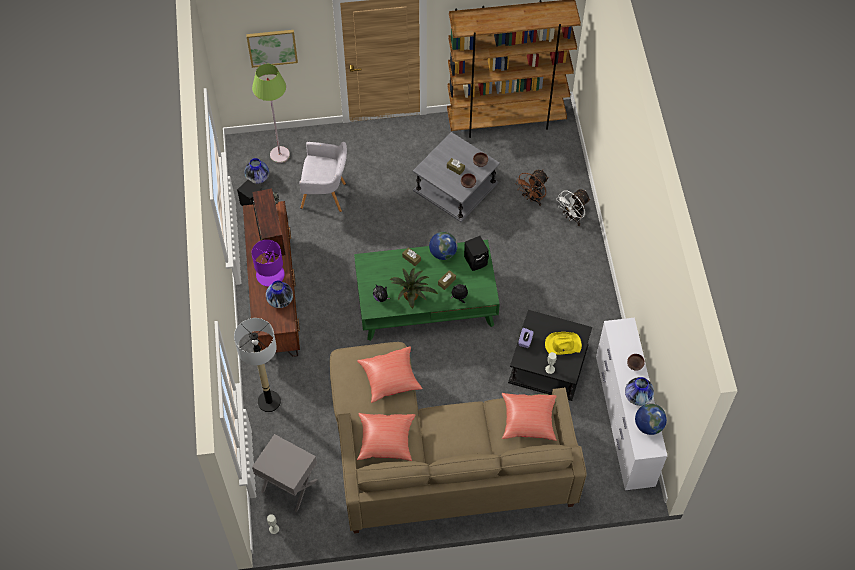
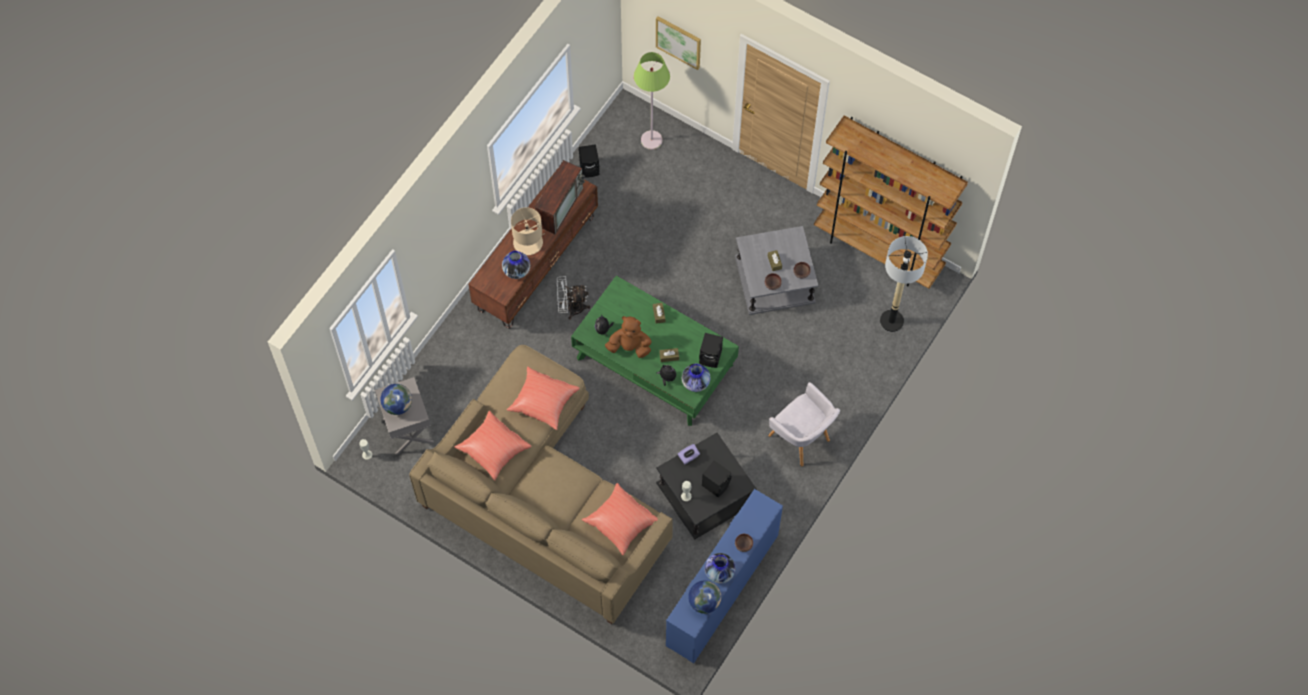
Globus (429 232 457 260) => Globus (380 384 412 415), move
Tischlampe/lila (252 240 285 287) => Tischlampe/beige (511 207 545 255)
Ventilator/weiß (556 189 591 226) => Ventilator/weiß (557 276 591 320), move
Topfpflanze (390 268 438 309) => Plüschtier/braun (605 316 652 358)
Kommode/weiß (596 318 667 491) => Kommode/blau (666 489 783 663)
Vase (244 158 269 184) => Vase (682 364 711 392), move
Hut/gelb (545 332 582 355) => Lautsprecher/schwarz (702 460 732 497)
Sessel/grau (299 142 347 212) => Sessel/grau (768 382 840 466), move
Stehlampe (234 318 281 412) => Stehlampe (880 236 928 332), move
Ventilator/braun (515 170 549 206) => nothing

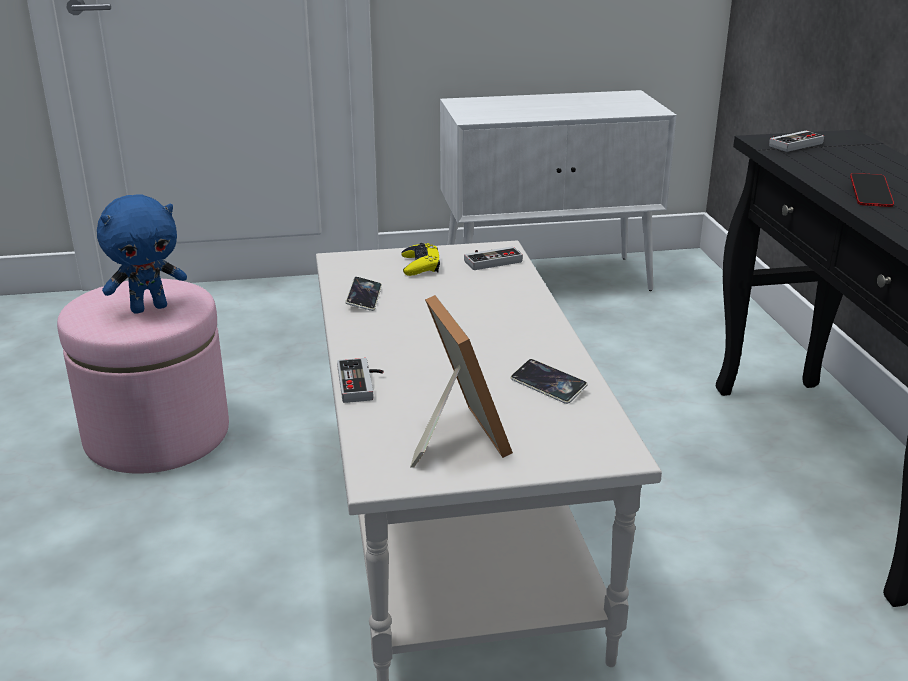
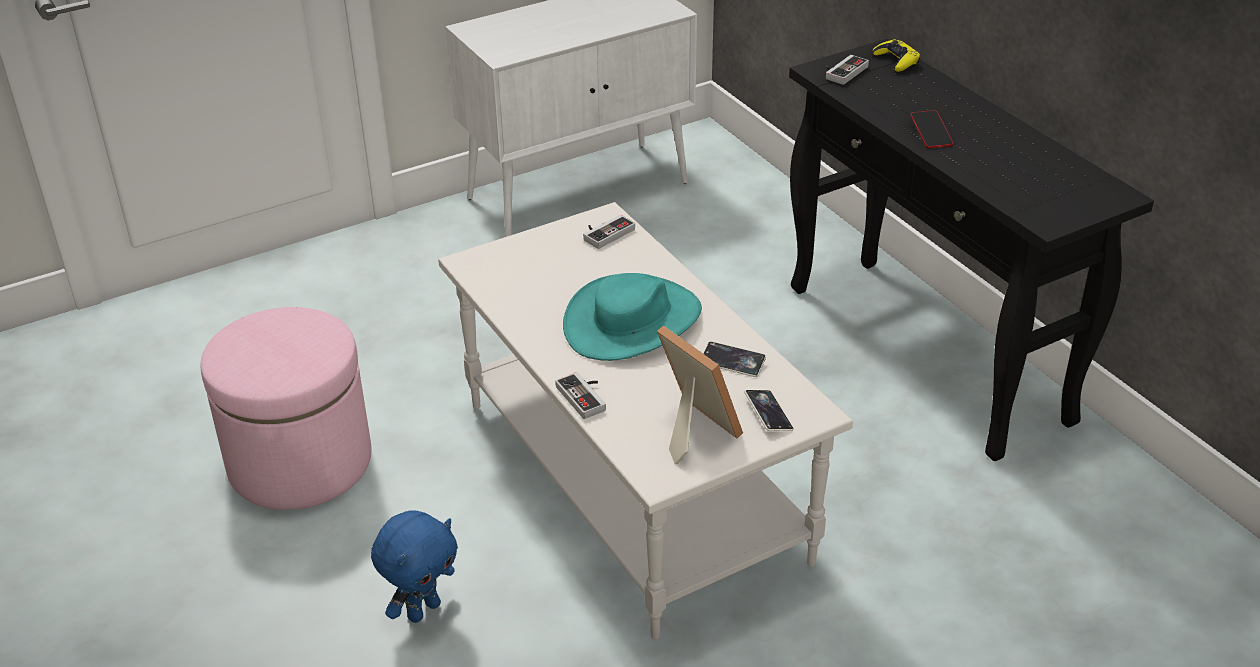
Plüschtier/blau (97 194 187 314) => Plüschtier/blau (371 510 458 623), move
nothing => Hut/türkis (563 273 702 361)
Handy (345 277 382 311) => Handy (745 390 794 431), move
Gamepad/gelb (401 243 440 276) => Gamepad/gelb (872 39 920 72), move

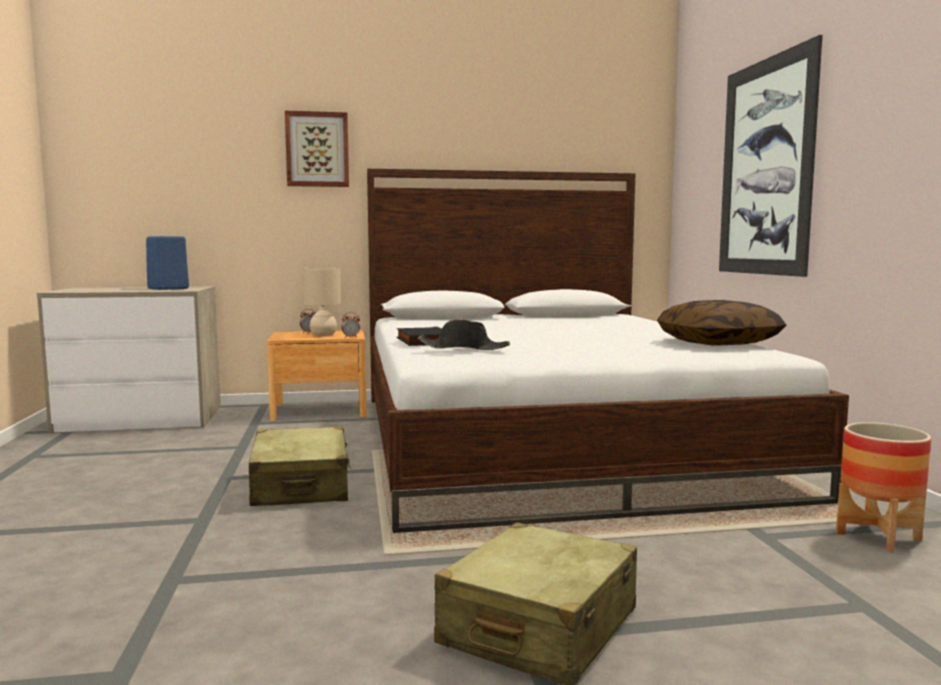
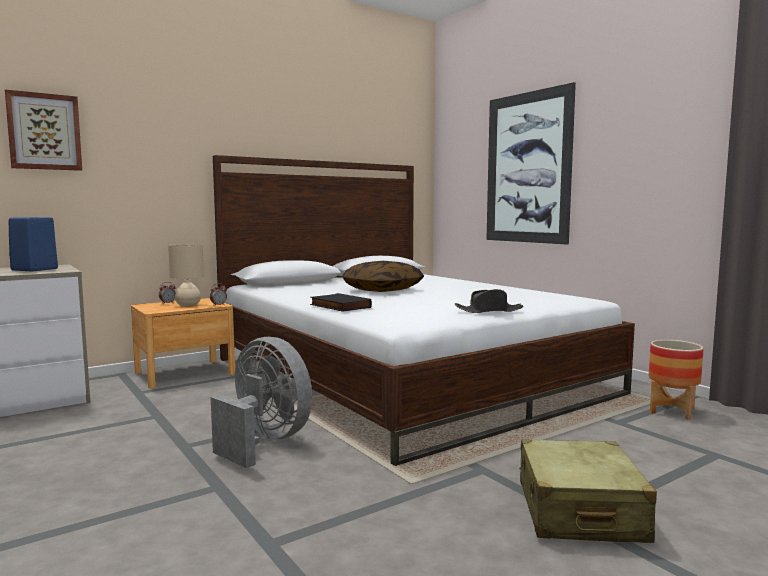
Bild (285 111 349 187) => Bild (5 89 82 171), move
Koffer/beige (249 426 351 506) => Ventilator/grau (211 337 312 468)
Kissen (657 300 786 346) => Kissen (342 261 424 292), move
Hut/schwarz (418 319 510 350) => Hut/schwarz (455 289 524 313), move

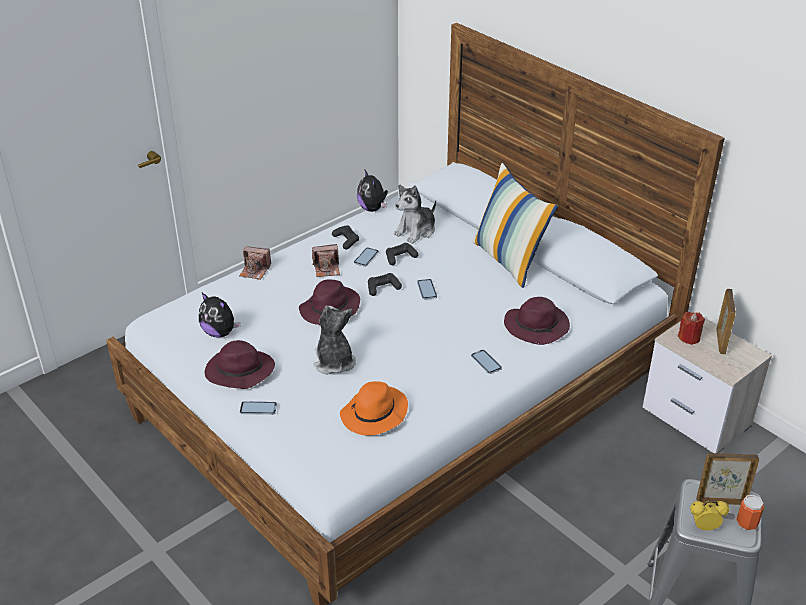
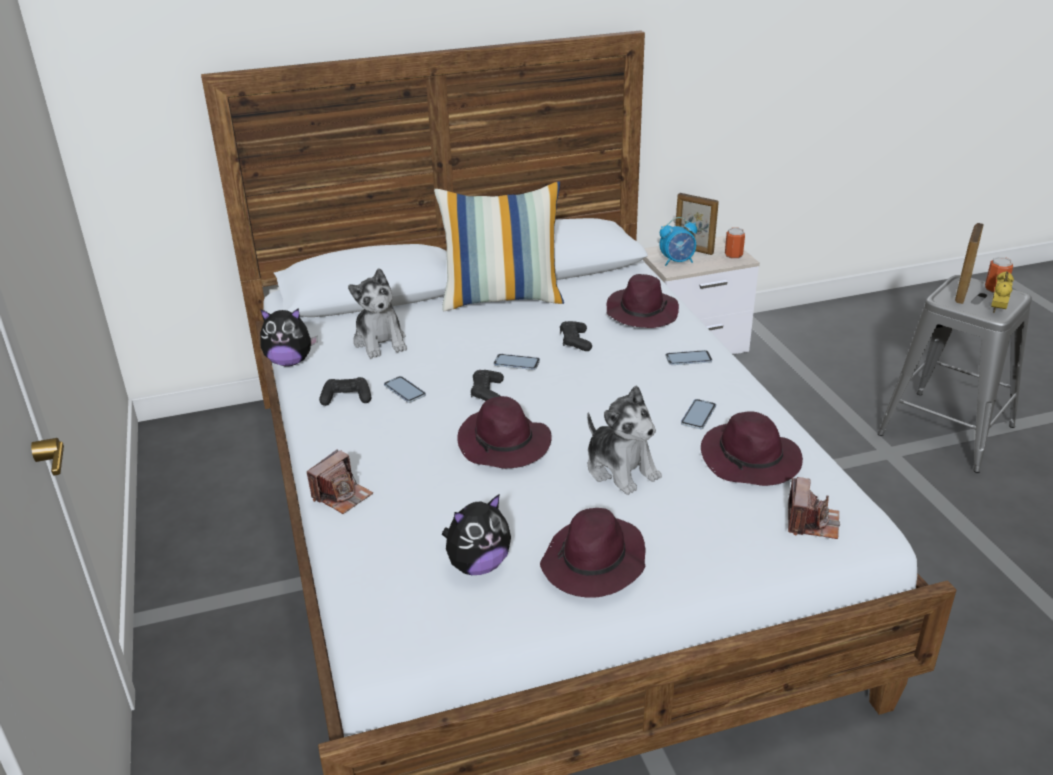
Gamepad/schwarz (386 243 419 265) => Gamepad/schwarz (560 321 592 351), move
Plüschtier (314 306 356 375) => Plüschtier (587 385 662 495), 135 degrees counterclockwise
Kerze/rot (678 312 705 345) => Wecker (659 217 697 266)
Handy (240 401 277 415) => Handy (681 399 716 429), move
Hut/orange (340 381 408 436) => Hut/lila (701 411 803 486)
nothing => Dose (725 227 745 259)
Kamera (312 244 340 277) => Kamera (788 477 840 539), move

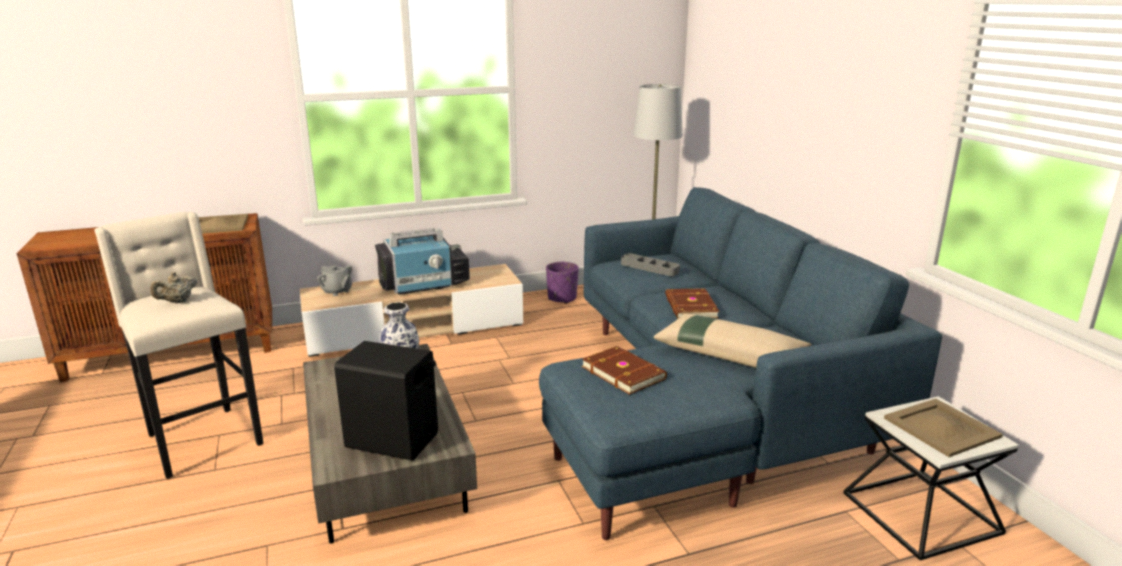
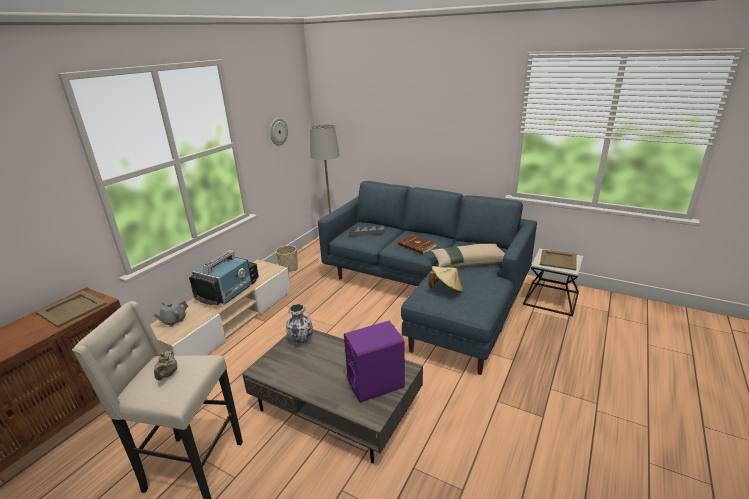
Teekanne/grau (317 265 352 296) => Teekanne/grau (153 300 188 327), 135 degrees clockwise
nothing => Wanduhr (270 118 288 146)
Pflanzkübel/lila (546 262 579 304) => Pflanzkübel/beige (276 245 298 272)
Lautsprecher/schwarz (334 341 438 461) => Lautsprecher/lila (344 321 405 403)
Buch/braun (582 346 667 395) => Hut/beige (429 266 463 293)

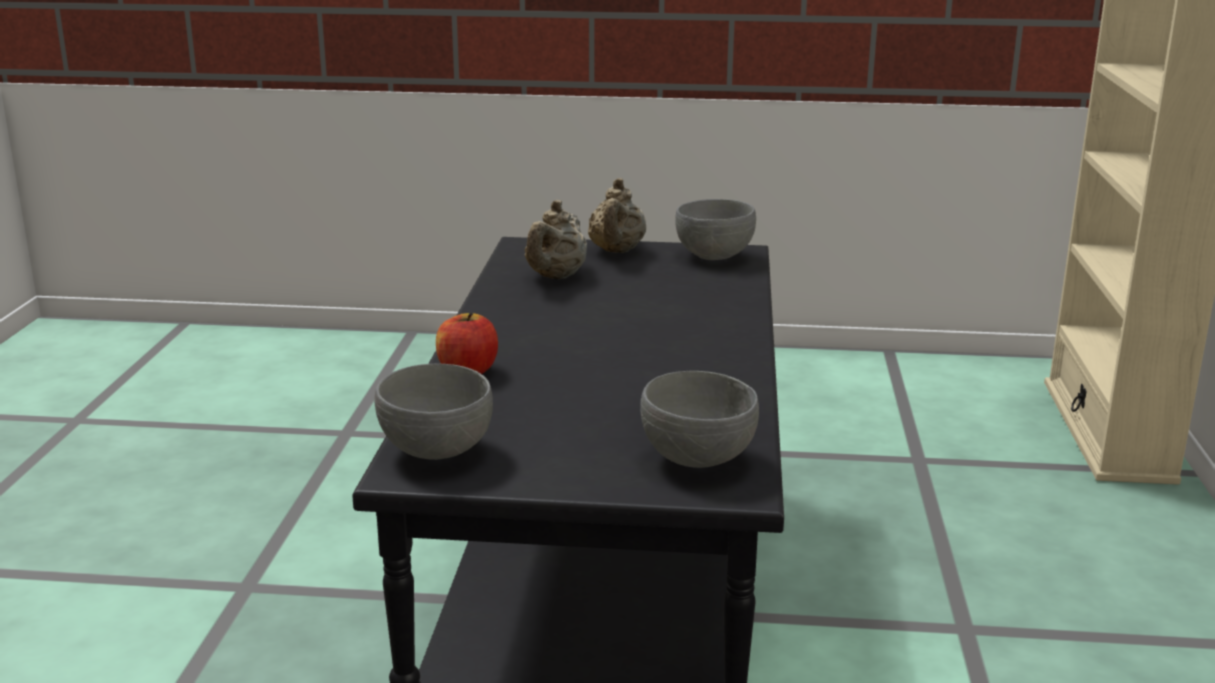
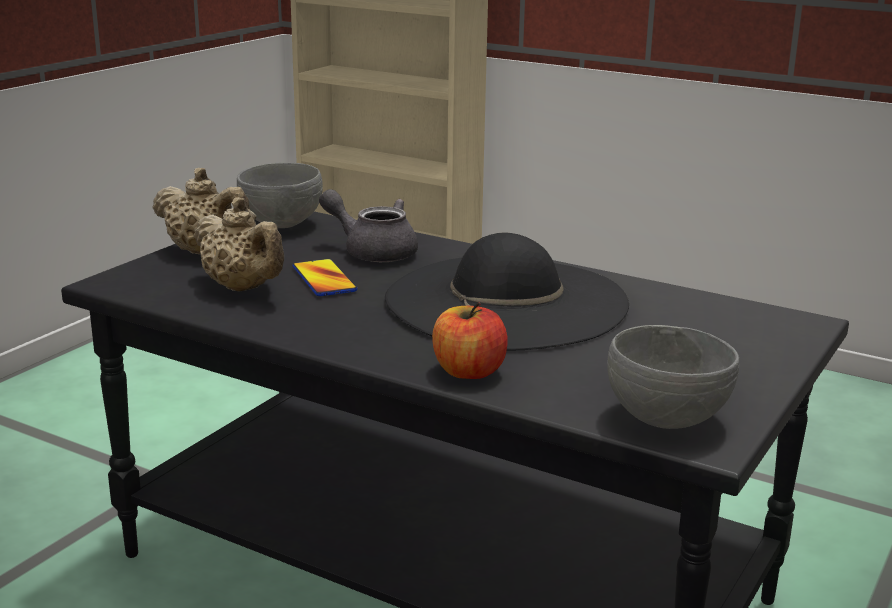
nothing => Handy (293 259 357 296)
nothing => Teekanne/grau (319 189 418 262)
nothing => Hut/schwarz (385 233 629 350)
Schüssel/grau (640 371 759 468) => nothing

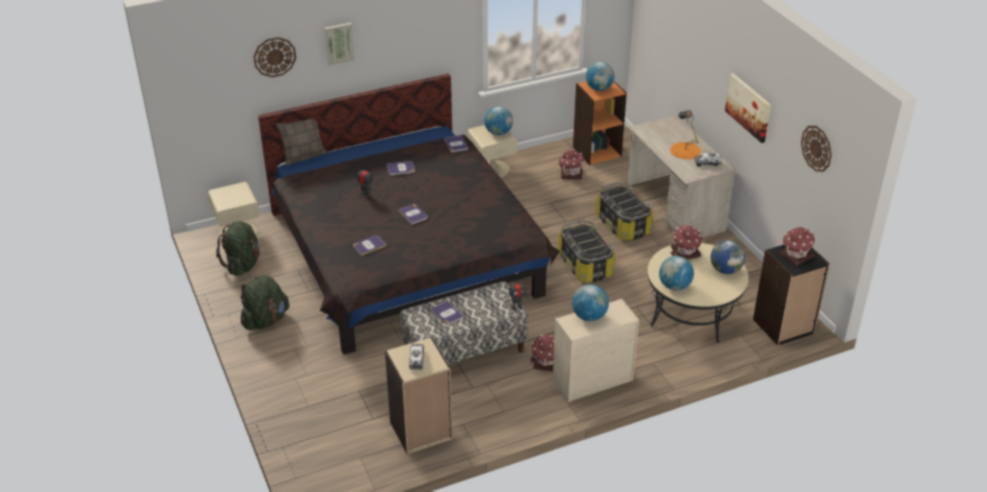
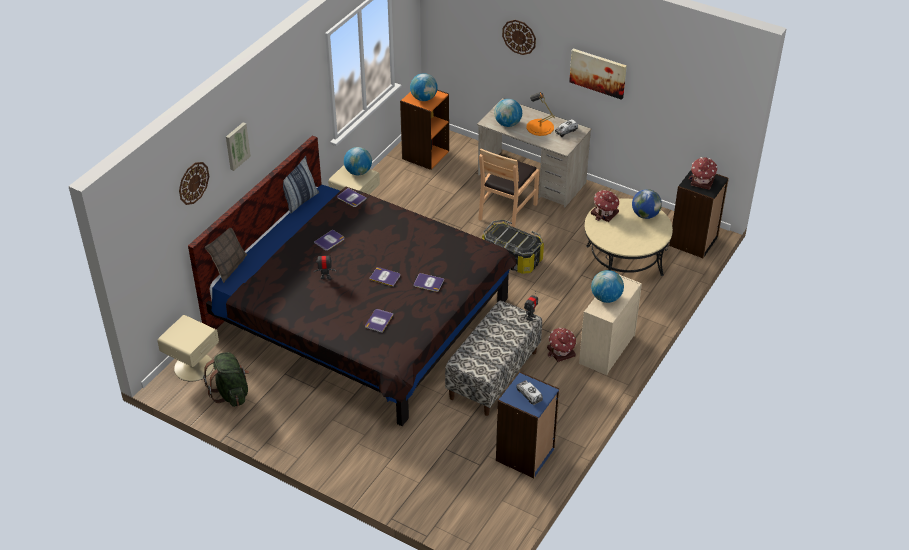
nothing => Kissen (283 156 319 214)
Buch (431 301 464 325) => Buch (414 273 444 292), move
Aufbewahrungsbox (596 182 654 241) => Stuhl/braun (478 148 539 227)
Globus (659 256 694 290) => Globus (494 99 522 127), move
Bücherregal/beige (385 337 453 454) => Bücherregal/blau (496 372 560 478)
Wanduhr (801 126 832 172) => Wanduhr (502 20 536 55), move
Rucksack/grün (240 275 289 331) => nothing
Spielzeughaus (558 149 585 180) => nothing

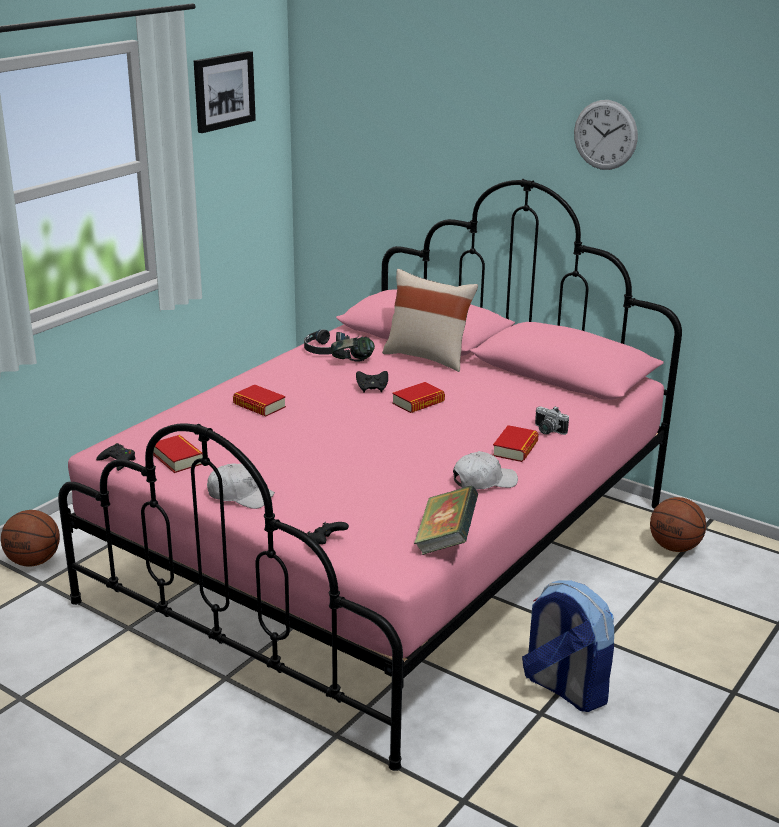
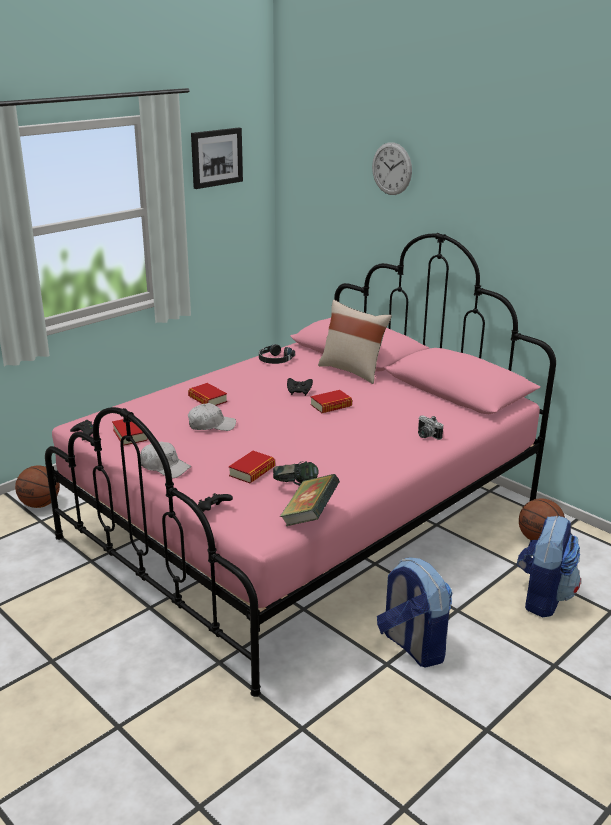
Kappe/weiß (453 451 518 490) => Kappe/weiß (188 403 236 431), move
Buch (493 425 539 462) => Buch (229 451 275 483), move
Kopfhörer (331 336 375 361) => Kopfhörer (273 461 319 485), move
Wanduhr (574 100 638 170) => Wanduhr (372 142 412 195), move
nothing => Rucksack (516 516 581 617)

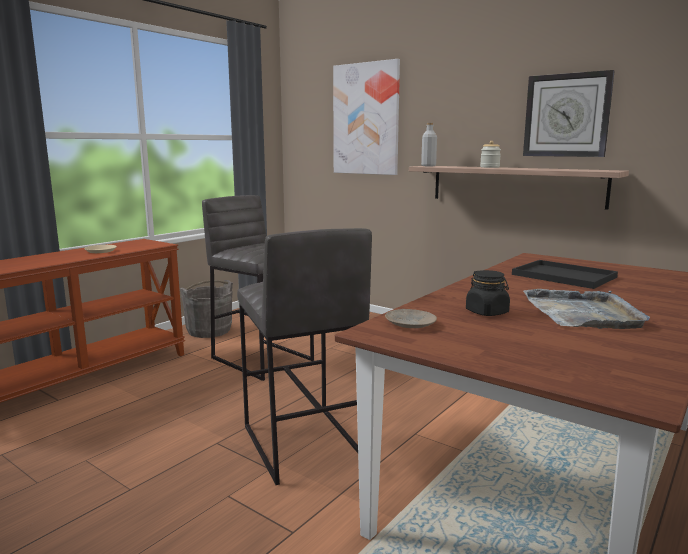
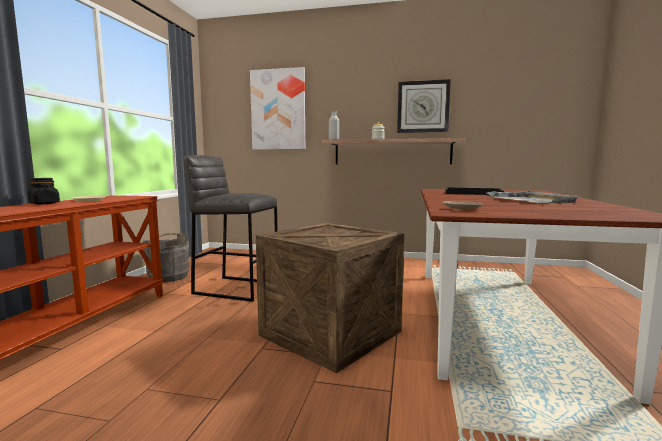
Vorratsglas/schwarz (466 270 510 316) => Vorratsglas/schwarz (27 178 60 204), move
Hocker/grau (237 228 372 485) => Kiste (256 223 404 373)

